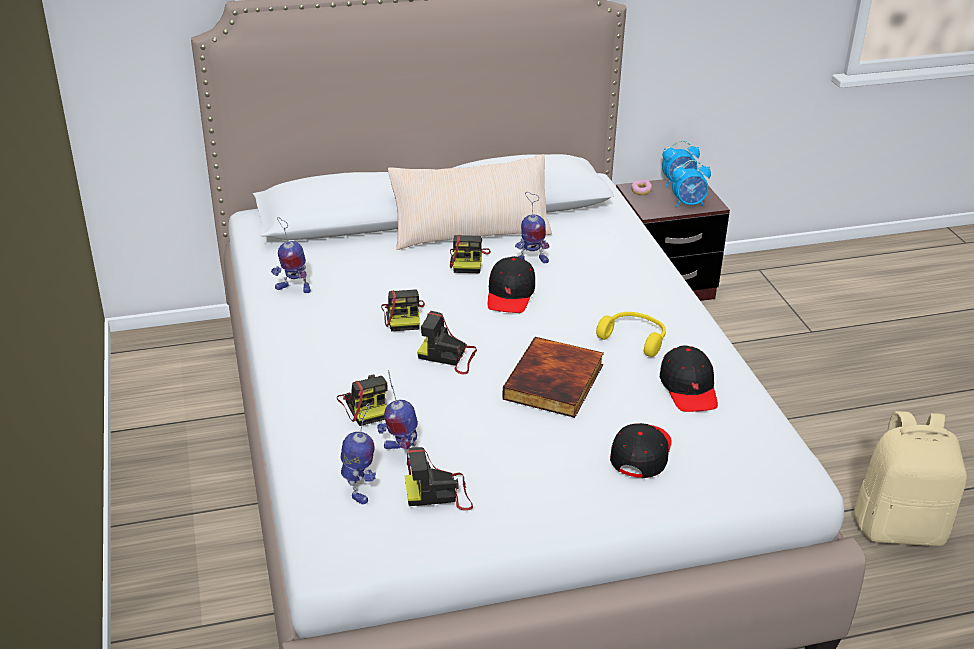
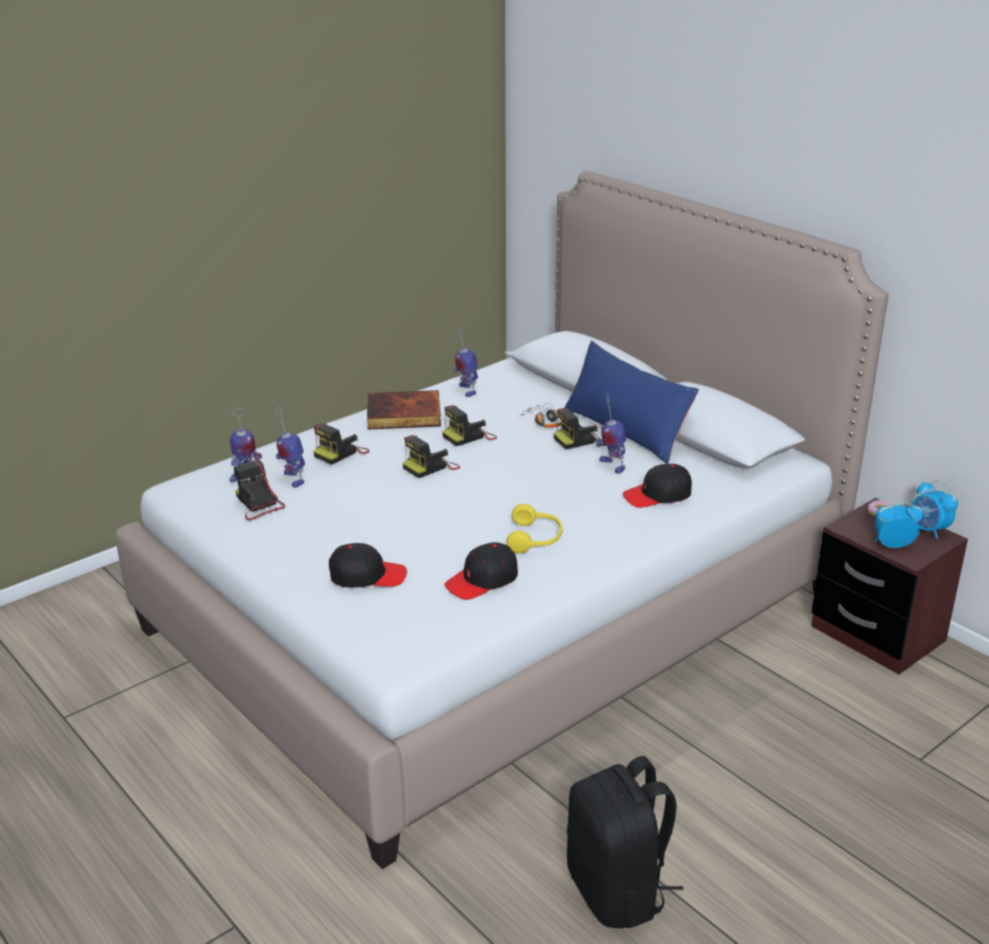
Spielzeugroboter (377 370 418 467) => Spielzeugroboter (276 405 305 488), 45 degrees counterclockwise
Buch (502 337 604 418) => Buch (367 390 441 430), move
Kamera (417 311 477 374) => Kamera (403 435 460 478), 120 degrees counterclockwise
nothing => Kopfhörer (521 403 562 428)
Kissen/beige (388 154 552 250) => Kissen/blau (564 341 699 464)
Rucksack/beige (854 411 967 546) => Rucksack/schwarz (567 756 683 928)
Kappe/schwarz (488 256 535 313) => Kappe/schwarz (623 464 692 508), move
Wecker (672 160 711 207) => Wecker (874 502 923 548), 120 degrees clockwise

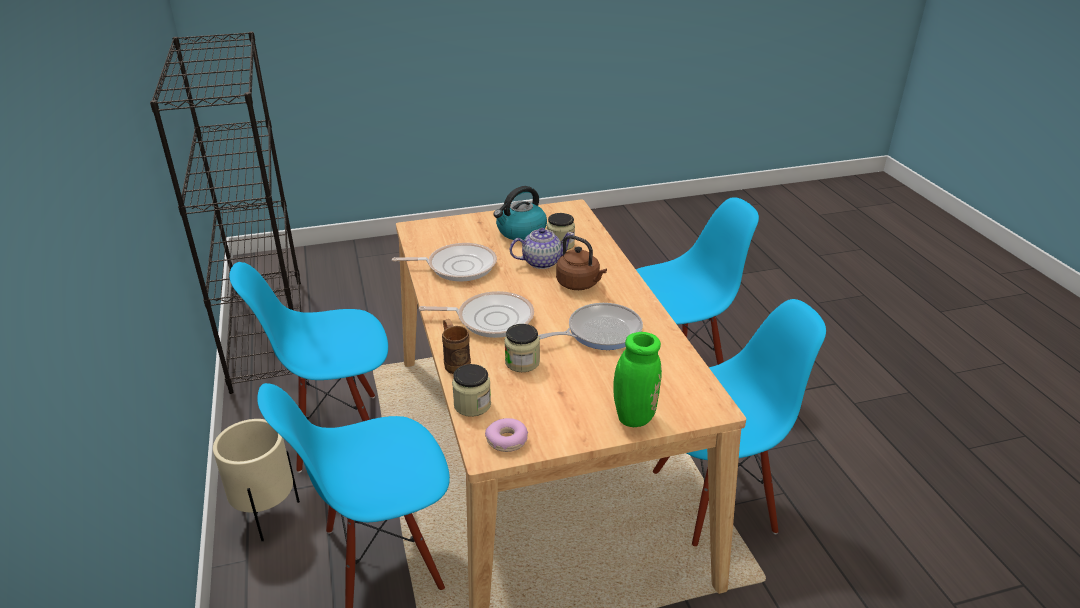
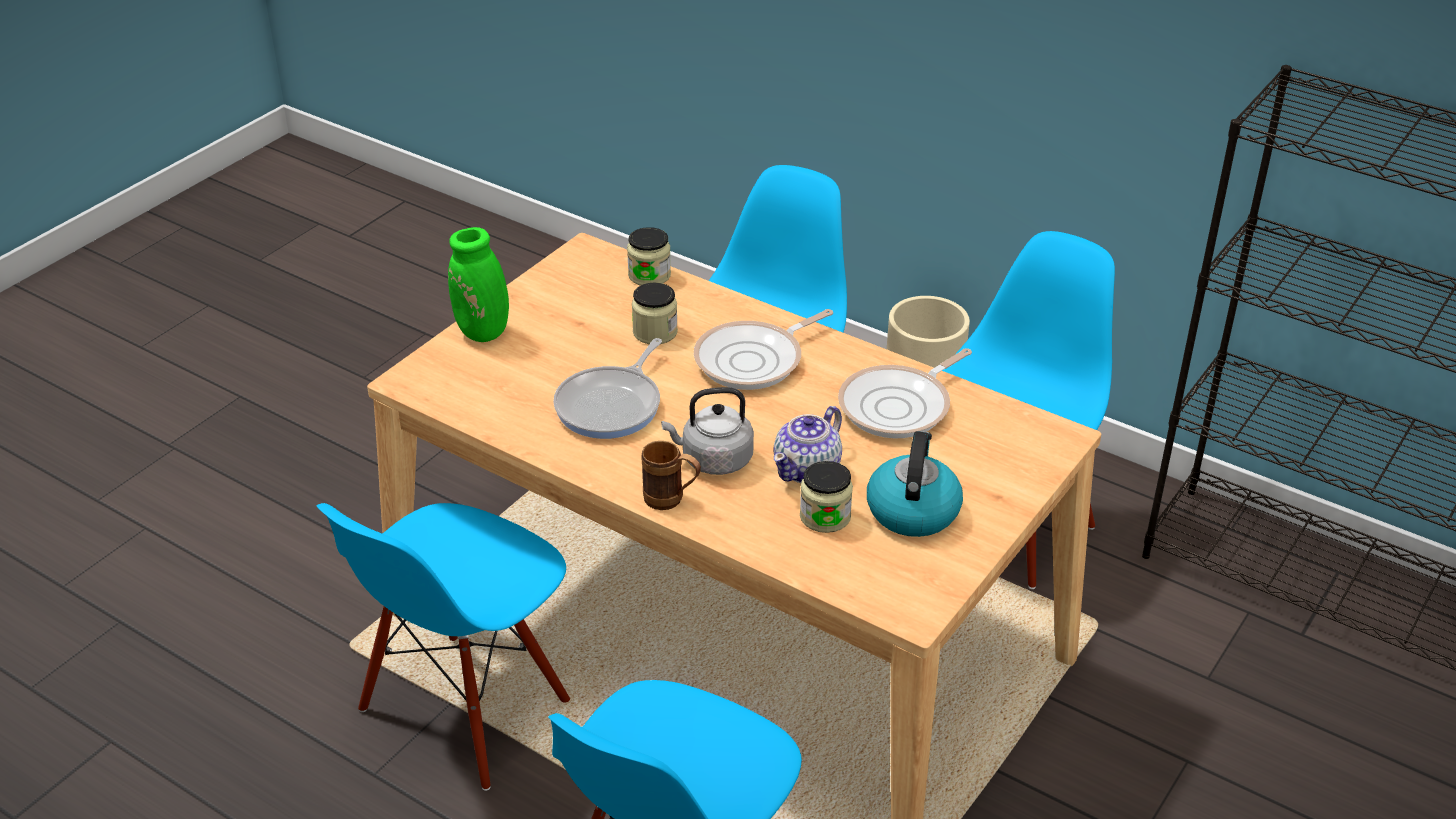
Henkelbecher/braun (442 319 471 374) => Henkelbecher/braun (641 441 701 510), move
Wasserkessel/braun (556 235 607 290) => Wasserkessel/grau (661 387 754 475)
Donut (485 418 528 452) => nothing

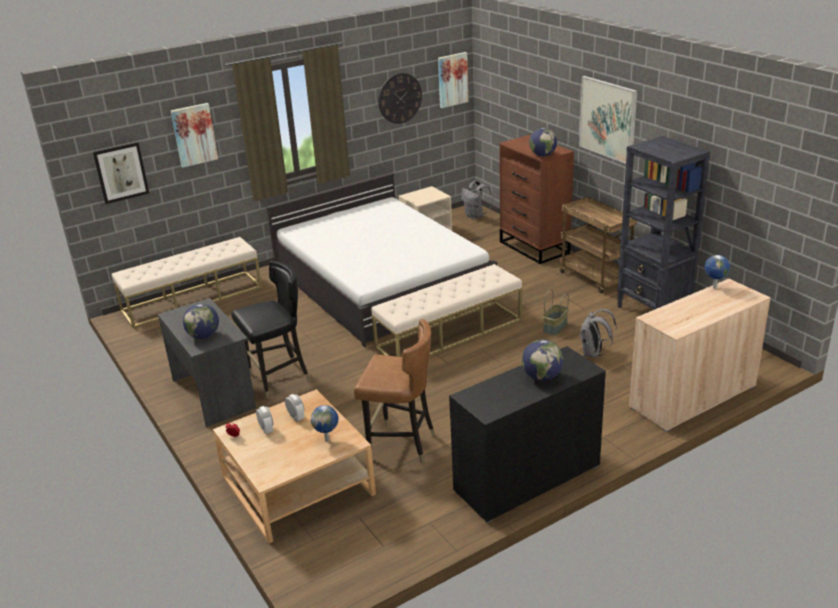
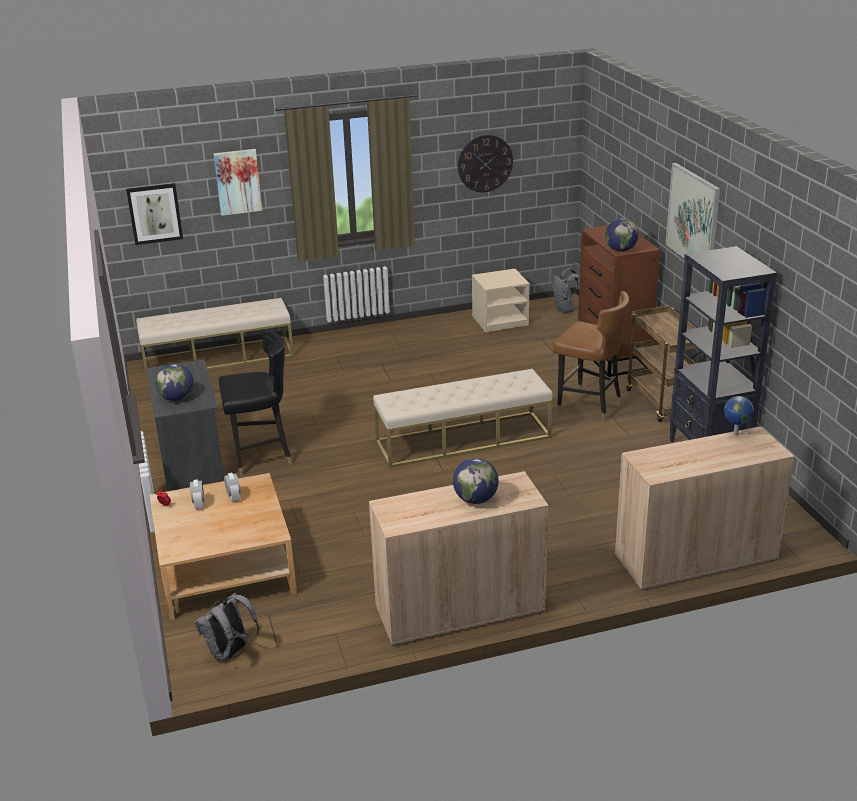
Rucksack/grau (580 309 617 358) => Rucksack/grau (195 593 259 661), move
Schrank/schwarz (449 346 606 523) => Schrank/beige (369 471 549 646)
Stuhl/braun (354 319 435 464) => Stuhl/braun (553 291 629 422), move
Bett/weiß (266 173 497 348) => nothing
Globus (311 405 338 442) => nothing
Bild (438 52 468 108) => nothing
Korb (543 289 569 335) => nothing

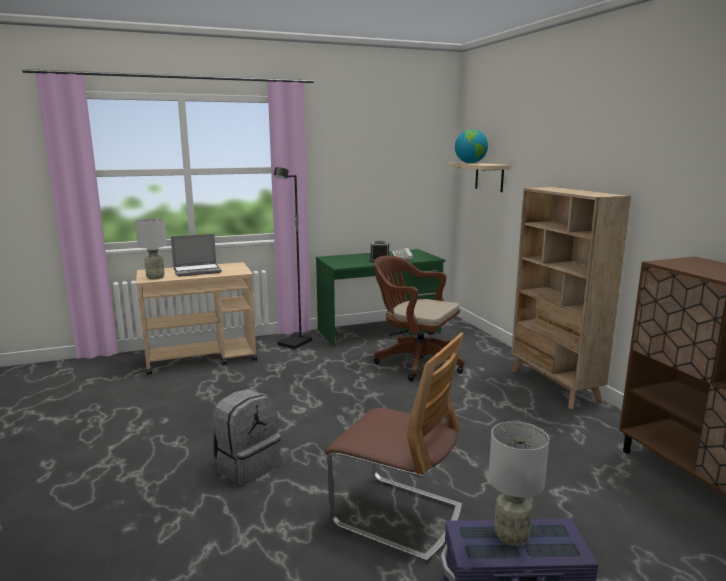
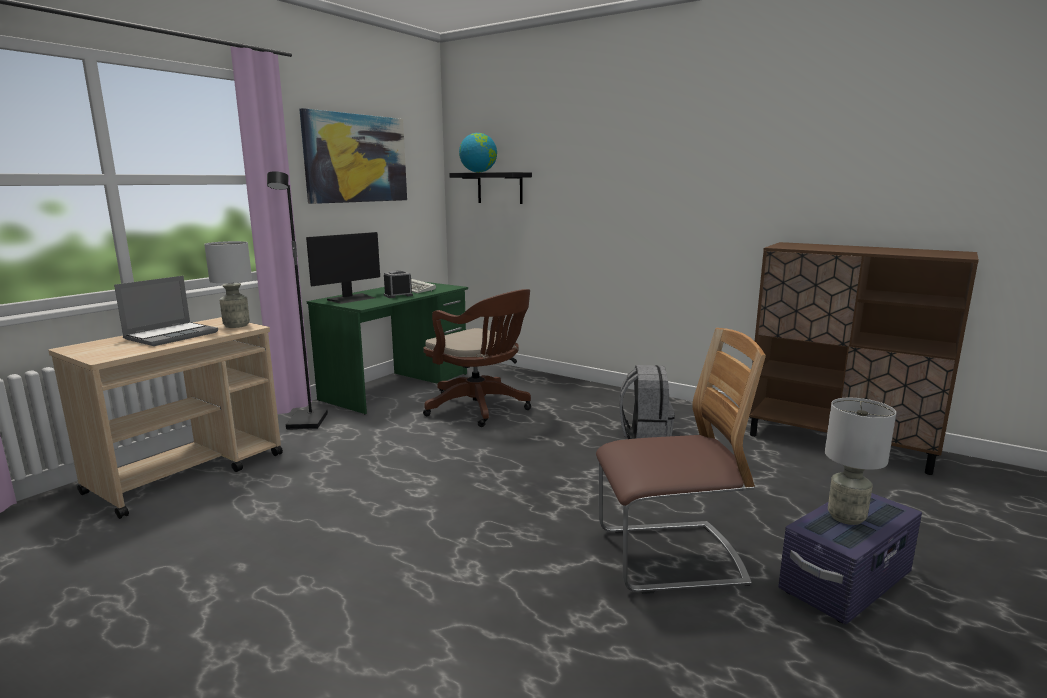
Tischlampe/grau (135 218 167 279) => Tischlampe/grau (204 241 252 328), move
nothing => Bild (299 108 407 204)
nothing => Monitor (306 232 380 304)
Bürostuhl/braun (374 255 464 381) => Bürostuhl/braun (423 289 531 427), 135 degrees counterclockwise
Wandregal/beige (448 163 510 192) => Wandregal/schwarz (449 172 532 204)
Rucksack/grau (212 389 281 485) => Rucksack/grau (619 365 675 439), move
Bücherregal/beige (511 187 631 409) => nothing

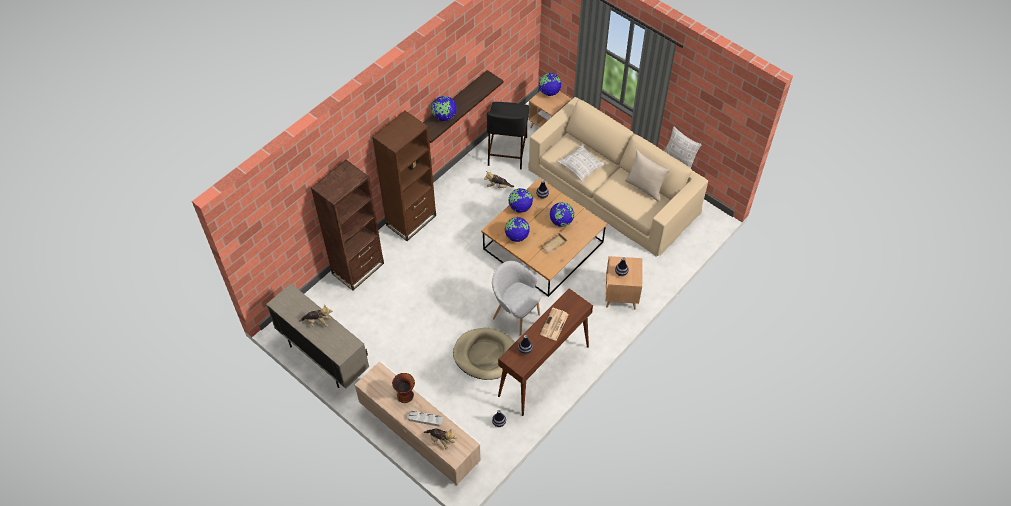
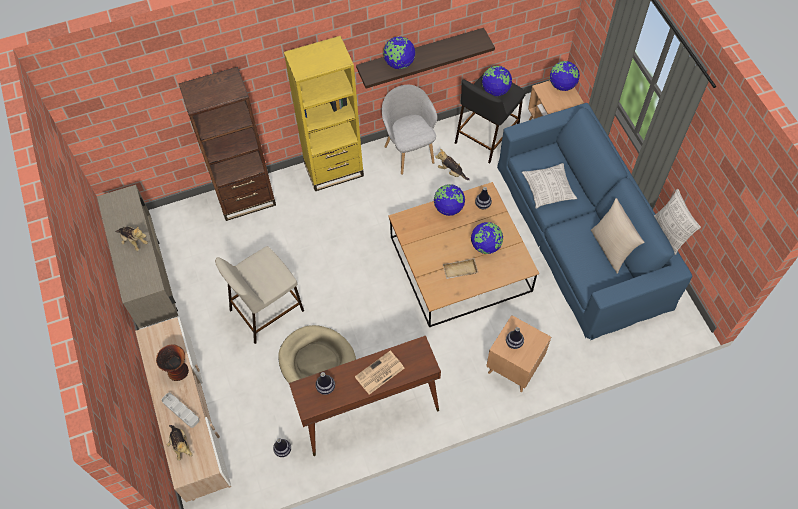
nothing => Hocker/beige (215 246 304 344)
Bücherregal/braun (372 111 436 241) => Bücherregal/gelb (284 36 364 191)
Sessel/grau (492 261 542 336) => Sessel/grau (382 85 437 175), move
Globus (505 217 529 242) => Globus (482 66 512 96), move
Sofa/beige (528 97 708 256) => Sofa/blau (497 103 693 340)

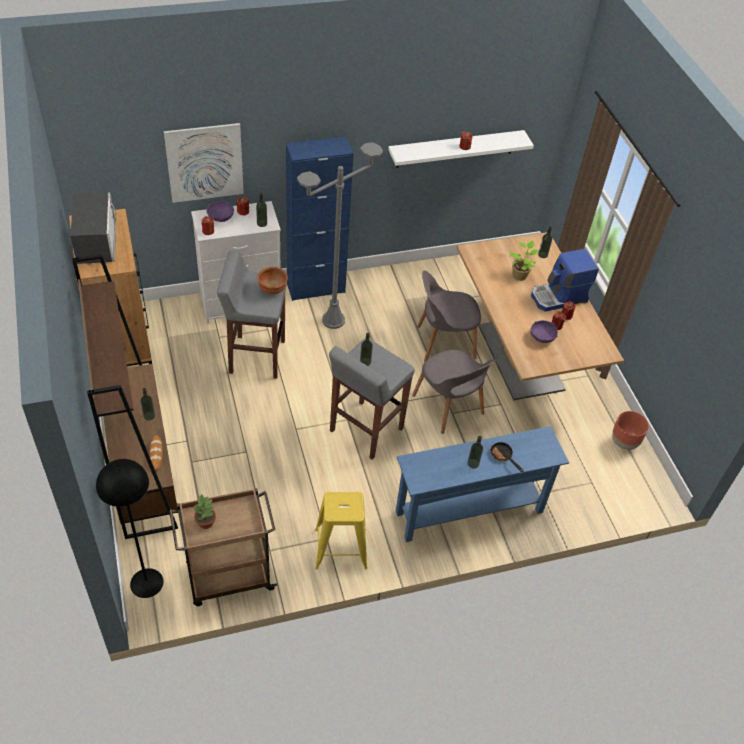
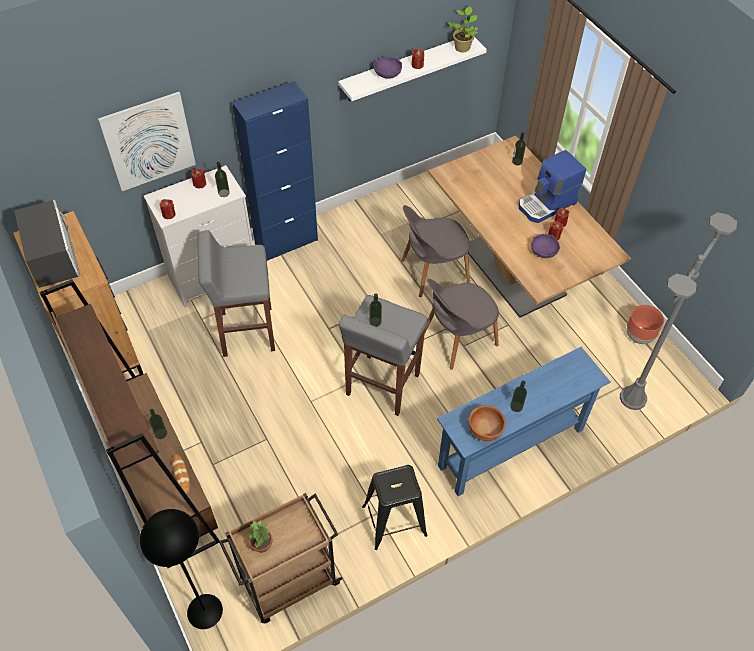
Hocker/gelb (315 492 367 570) => Hocker/schwarz (362 465 428 550)
Schüssel/lila (207 200 234 222) => Schüssel/lila (374 56 402 79), move
Stuhl/grau (412 350 496 434) => Stuhl/grau (425 279 499 370), 105 degrees clockwise
Topfpflanze (510 241 538 281) => Topfpflanze (449 6 478 52), move
Schüssel/braun (258 267 288 294) => Schüssel/braun (469 405 506 441), move
Stehlampe/grau (297 142 383 329) => Stehlampe/grau (620 212 737 410), move
Pfanne (491 442 524 472) => nothing

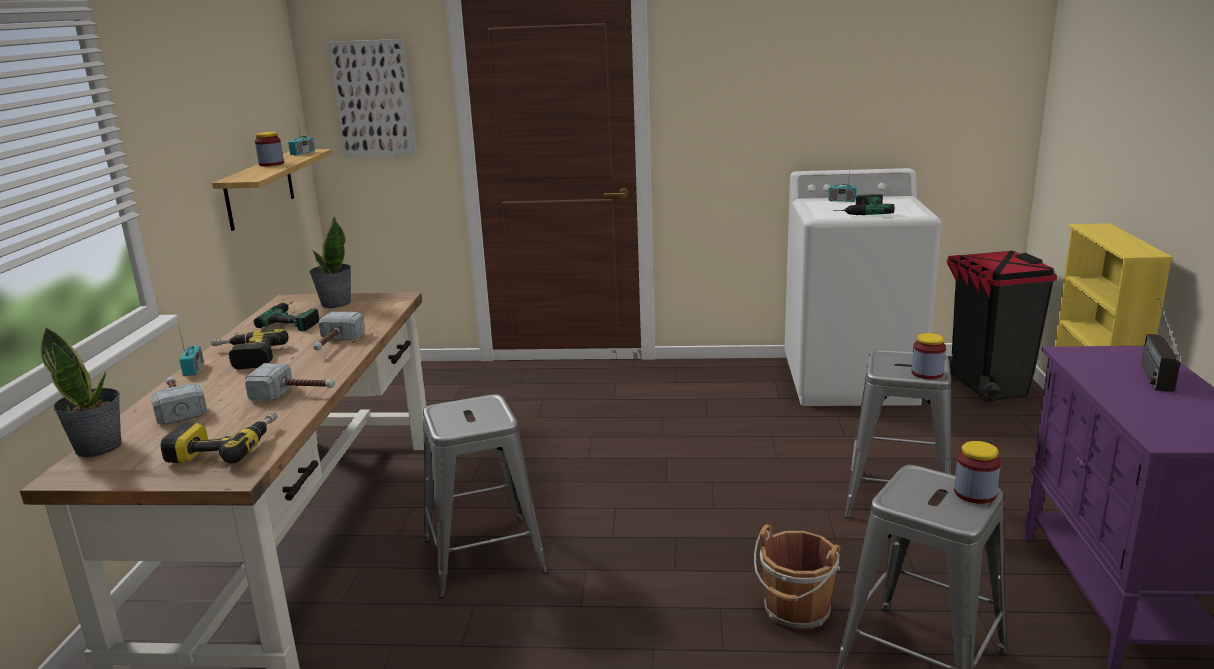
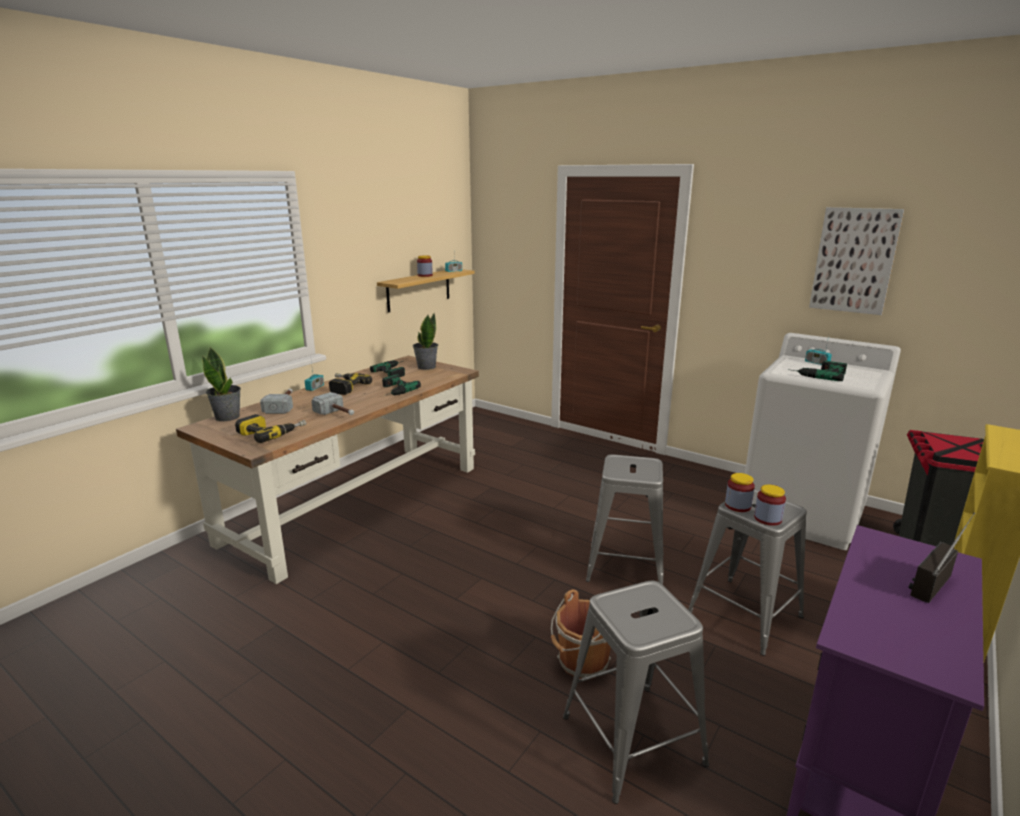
Hammer (313 312 365 351) => Bohrmaschine (382 374 421 396)
Hocker/grau (423 394 548 598) => Hocker/grau (586 455 663 585), move
Vorratsglas (954 441 1001 504) => Vorratsglas (725 473 755 512), move
Bild (328 39 417 157) => Bild (809 207 904 315), move

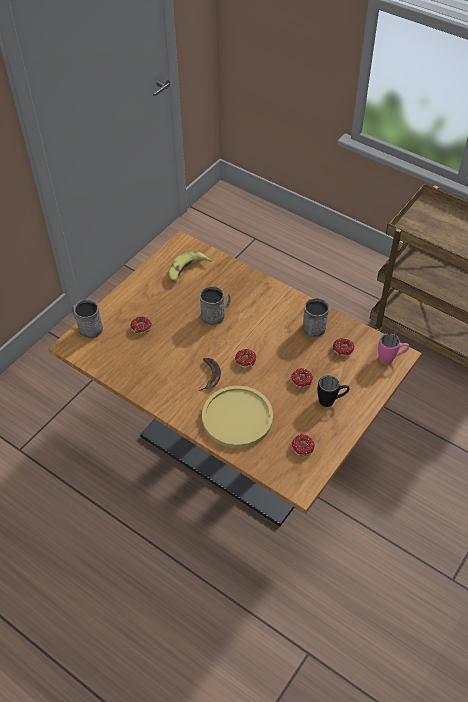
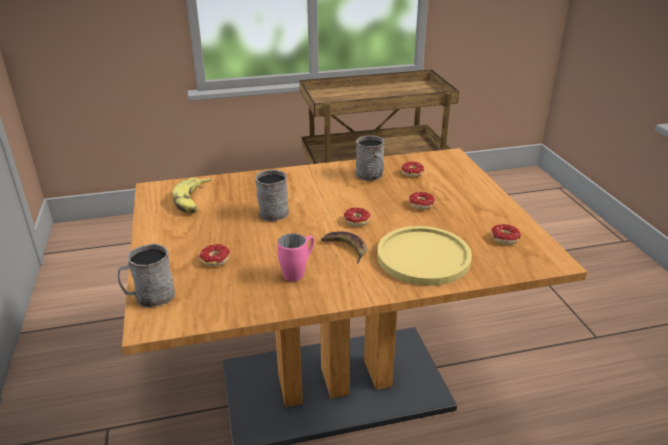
Henkelbecher/rosa (378 333 409 364) => Henkelbecher/rosa (277 233 314 281), move
Henkelbecher/schwarz (317 376 349 407) => nothing

